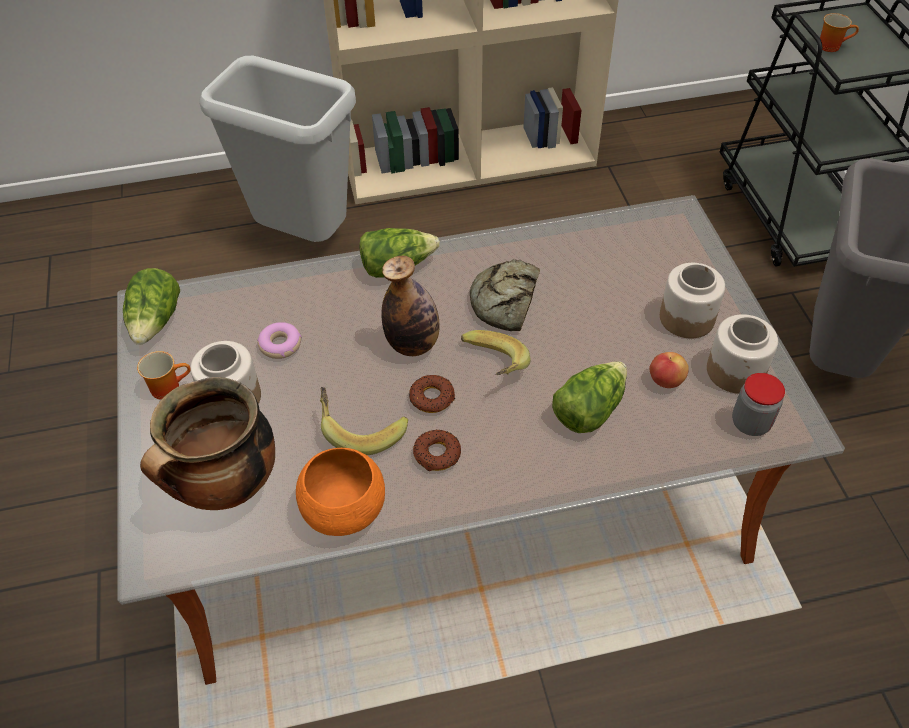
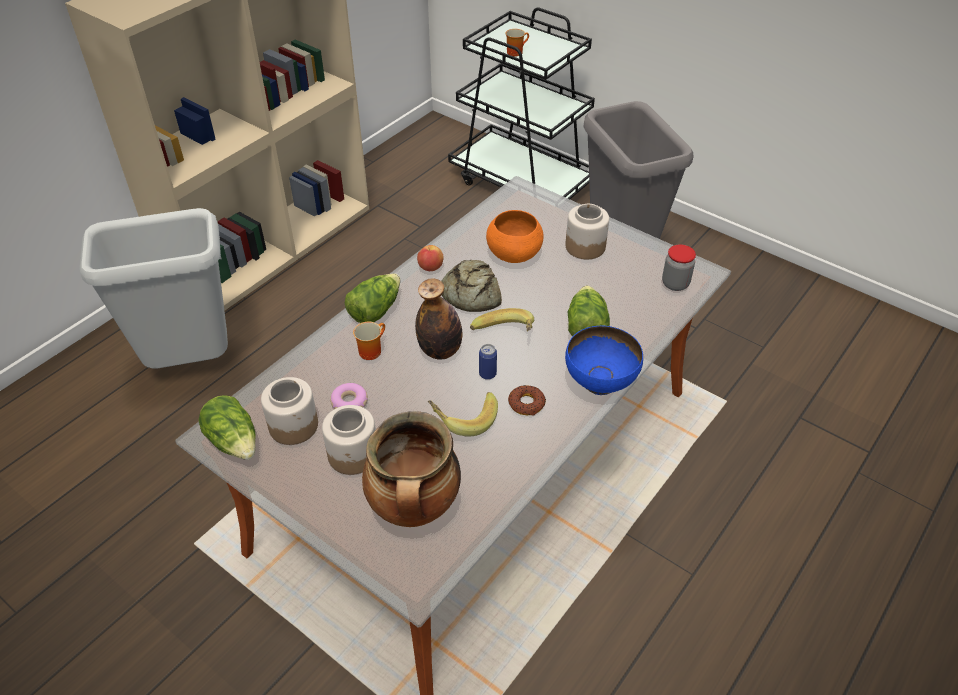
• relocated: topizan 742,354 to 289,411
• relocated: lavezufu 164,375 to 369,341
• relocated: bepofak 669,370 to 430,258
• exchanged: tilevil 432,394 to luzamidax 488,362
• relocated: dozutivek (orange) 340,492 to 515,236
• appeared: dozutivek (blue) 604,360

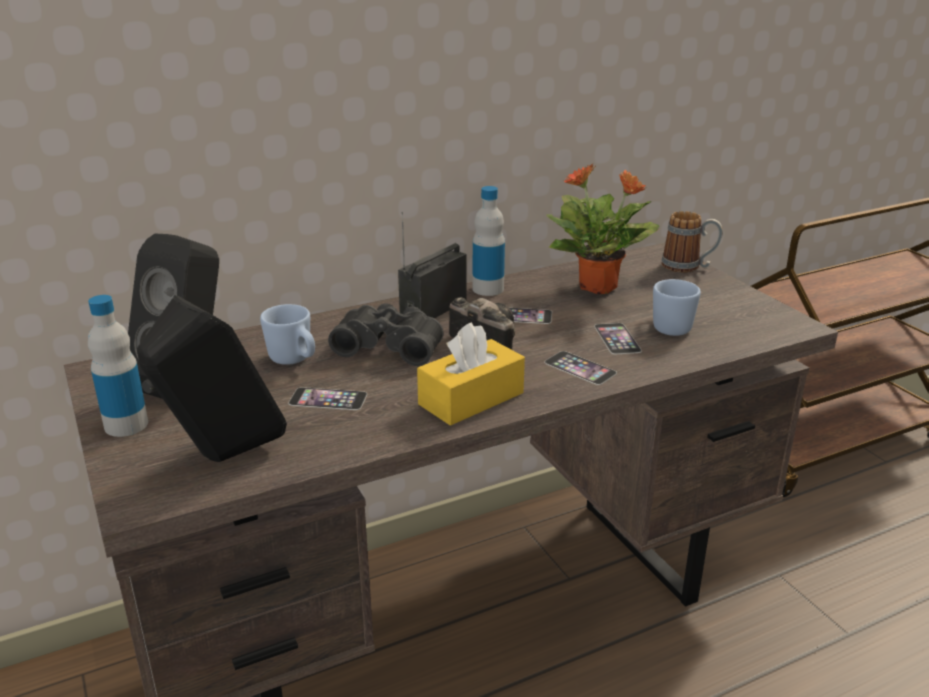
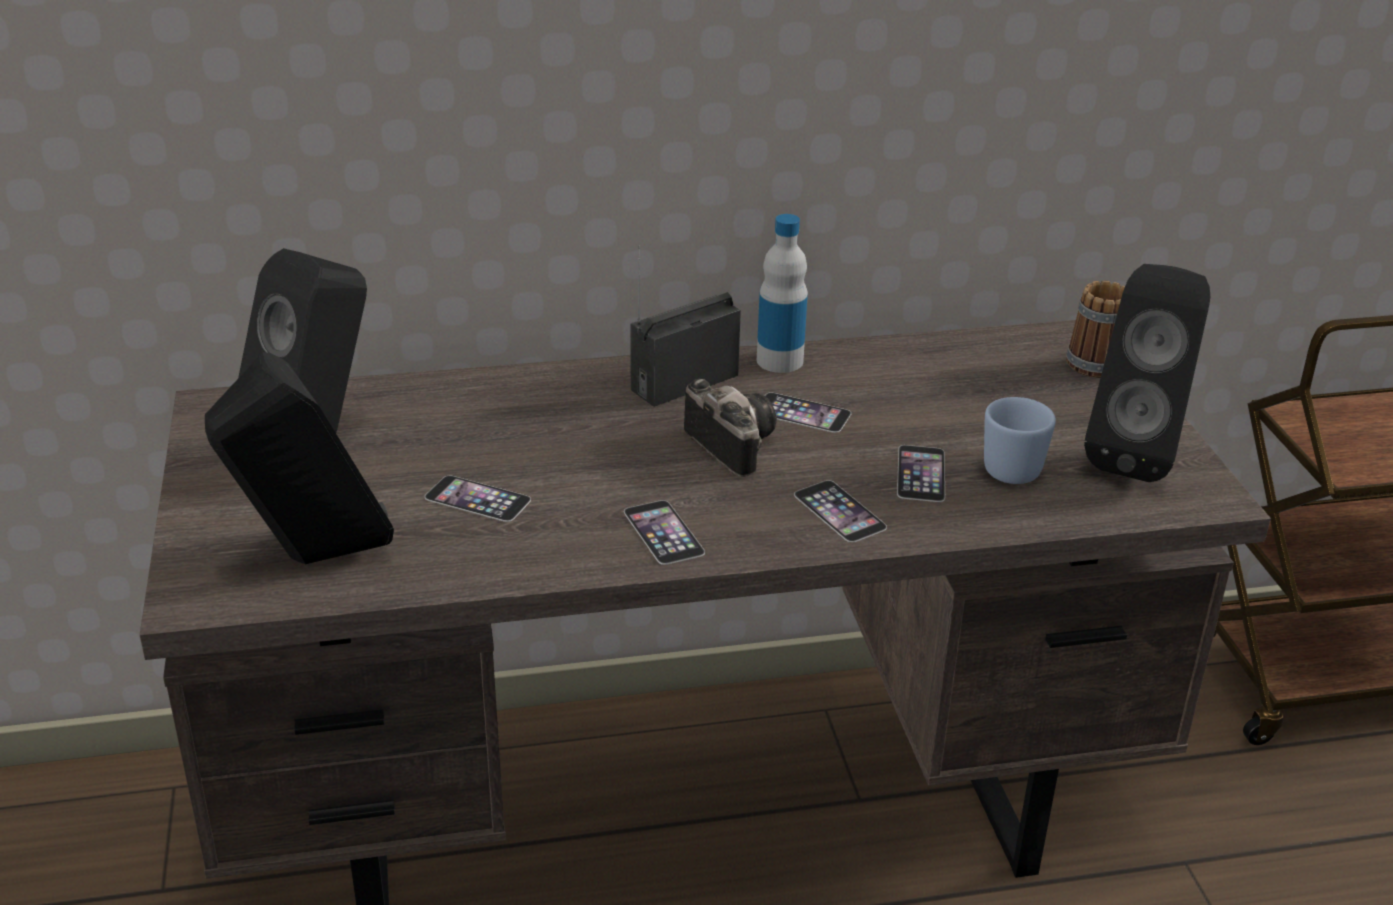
• missing: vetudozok 603,229
• missing: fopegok 118,366
• missing: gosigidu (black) 386,334
• missing: lavezufu (blue) 287,334
• exchanged: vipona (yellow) 471,374 to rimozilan 664,532
• appeared: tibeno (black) 1147,373

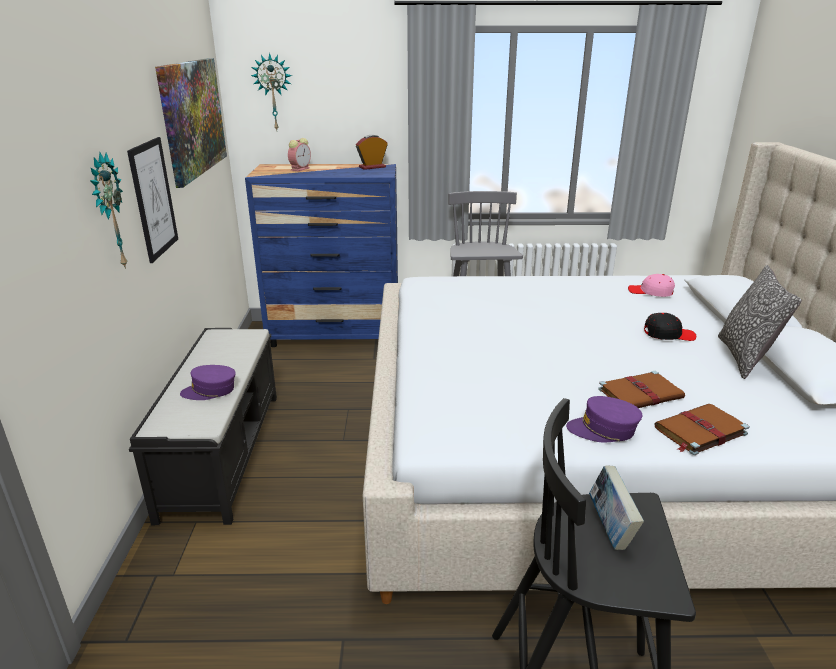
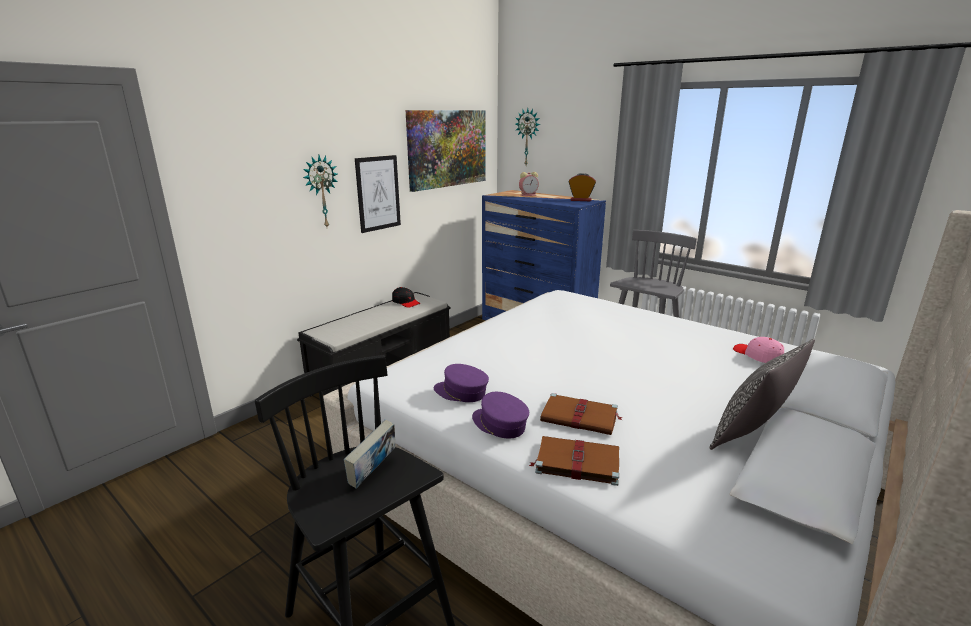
• relocated: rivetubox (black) 670,327 to 406,297
• relocated: rivetubox (purple) 208,382 to 461,383

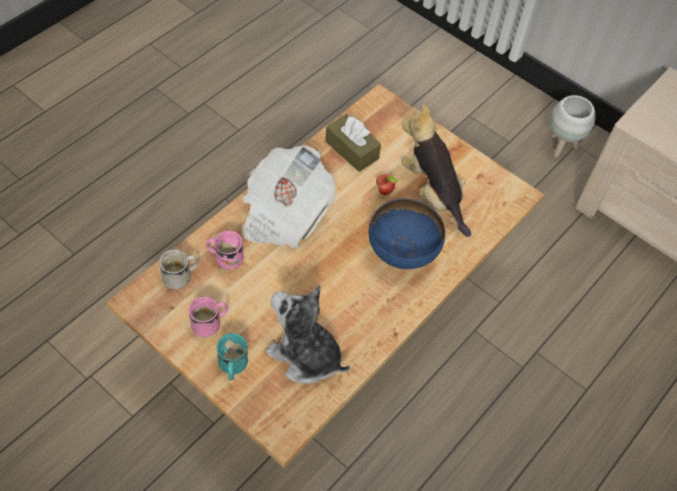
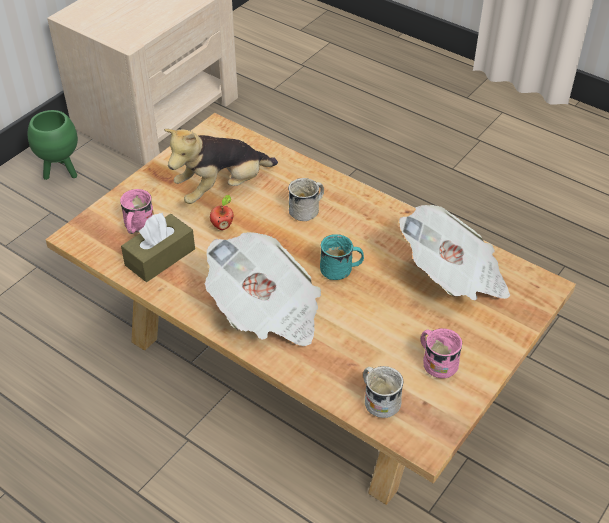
• colour: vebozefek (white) 572,126 to vebozefek (green) 53,145
• exchanged: dozutivek (blue) 407,234 to lavezufu (white) 306,199
• relocated: lavezufu (pink) 225,250 to 137,211
• exchanged: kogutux 308,334 to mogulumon 454,253
• relocated: lavezufu (turquoise) 232,356 to 342,257

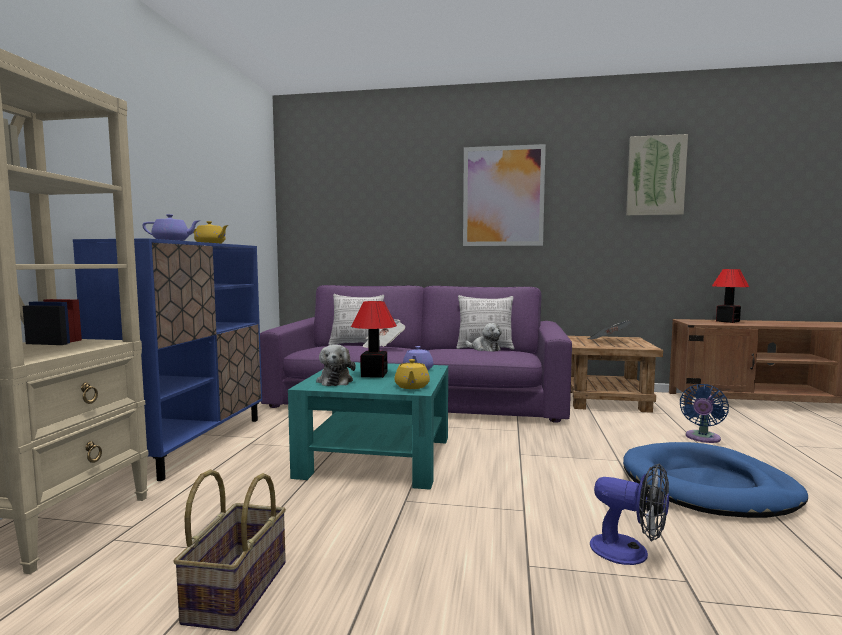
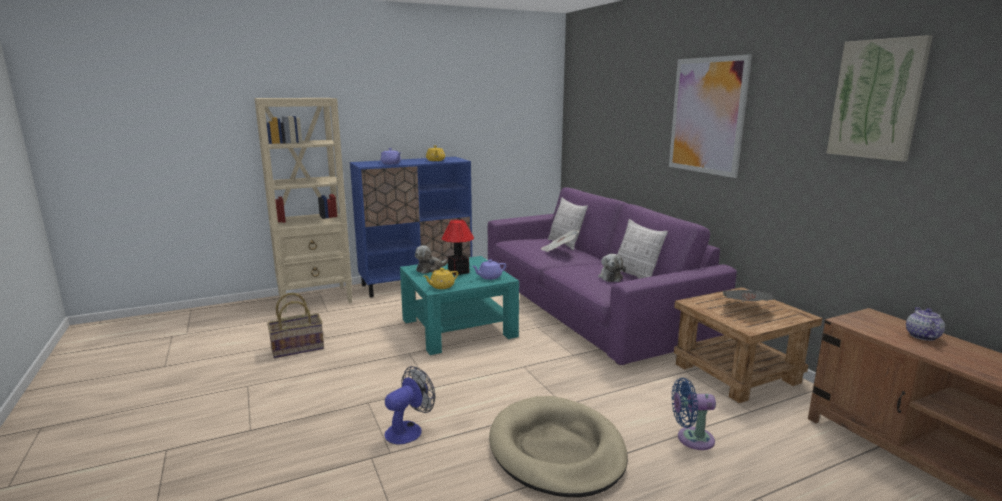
• exchanged: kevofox 730,296 to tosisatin 925,324
• colour: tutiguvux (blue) 715,480 to tutiguvux (beige) 558,446
• spun: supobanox 629,514 = 409,405 135 degrees counterclockwise

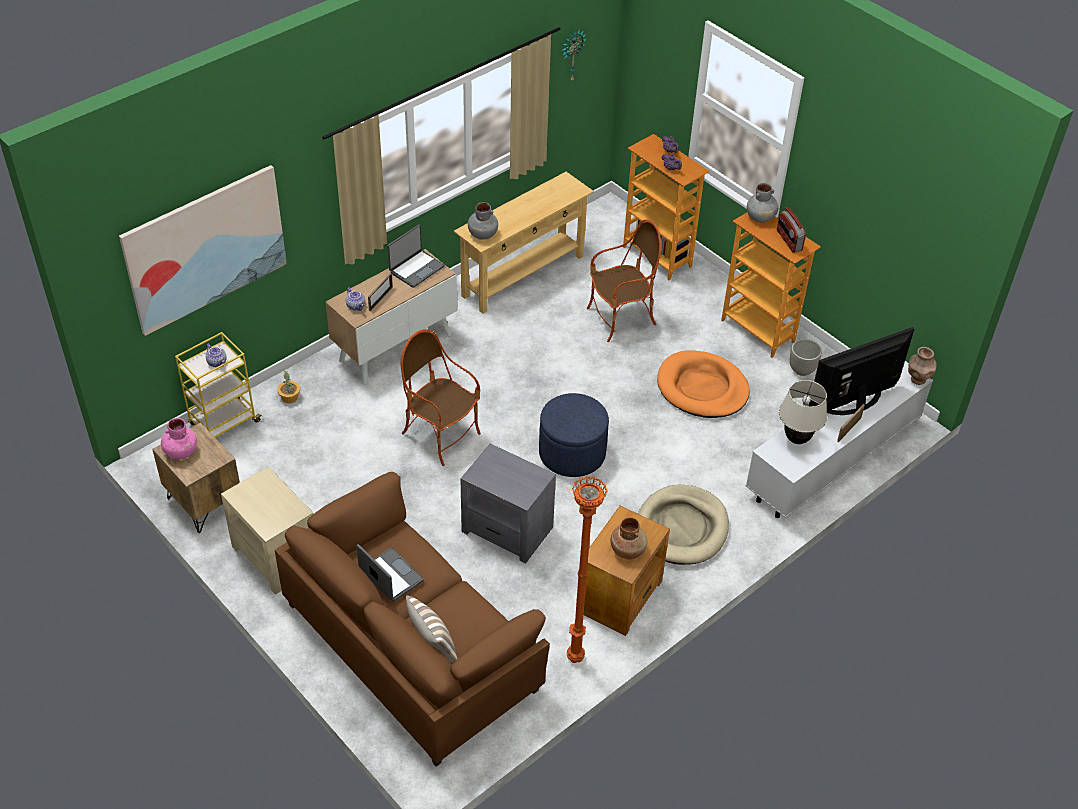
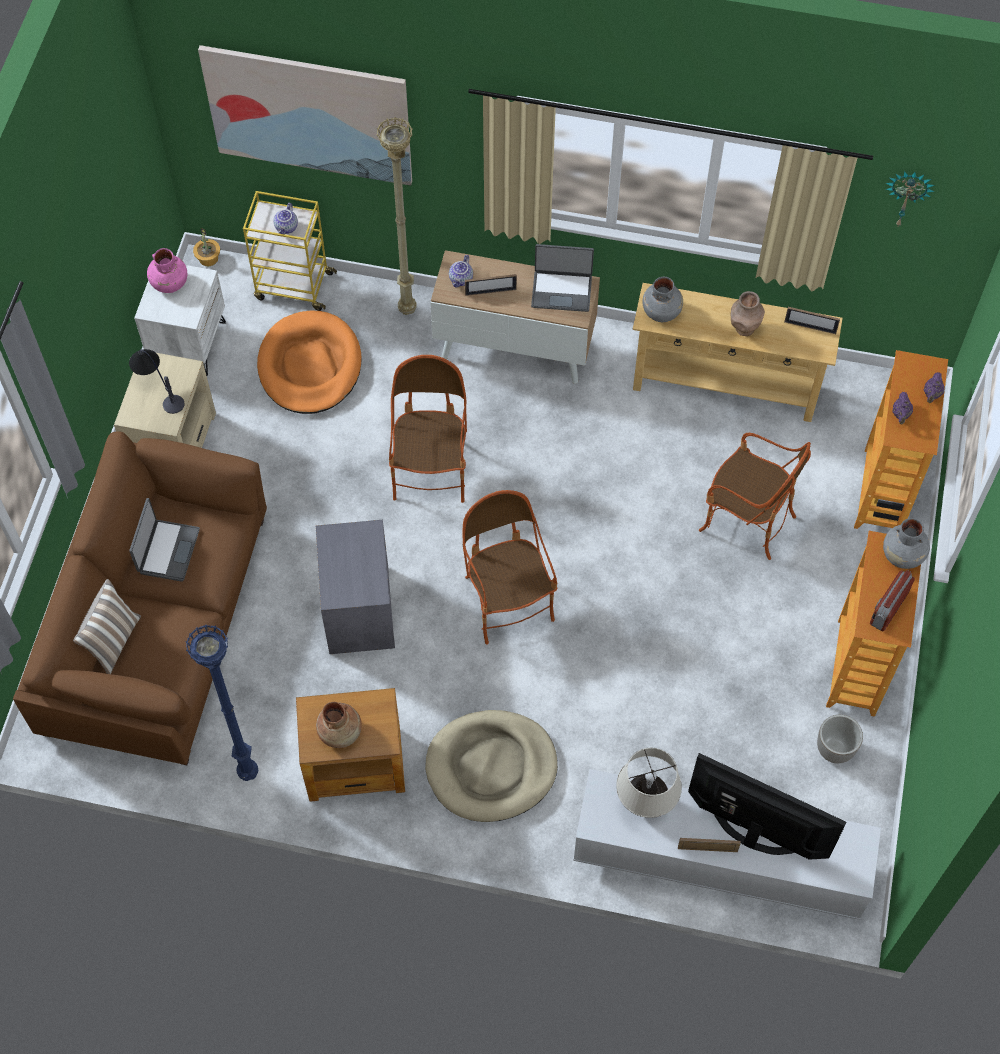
• relocated: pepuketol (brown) 922,366 to 748,313
• relocated: tutiguvux (orange) 703,384 to 309,362
• relocated: vetudozok 288,387 to 206,247
• exchanged: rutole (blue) 574,435 to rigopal 510,567
• colour: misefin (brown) 196,478 to misefin (white) 180,320
• colour: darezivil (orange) 587,569 to darezivil (blue) 222,703
• appeared: darezivil (beige) 397,216
• appeared: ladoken 812,320
• appeared: kevofox 157,381

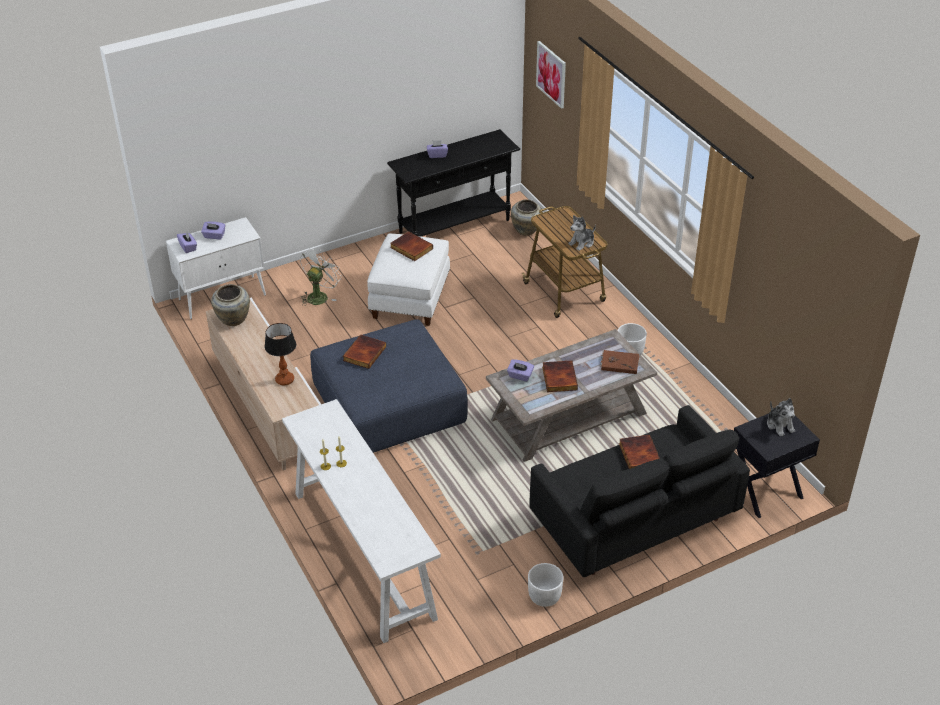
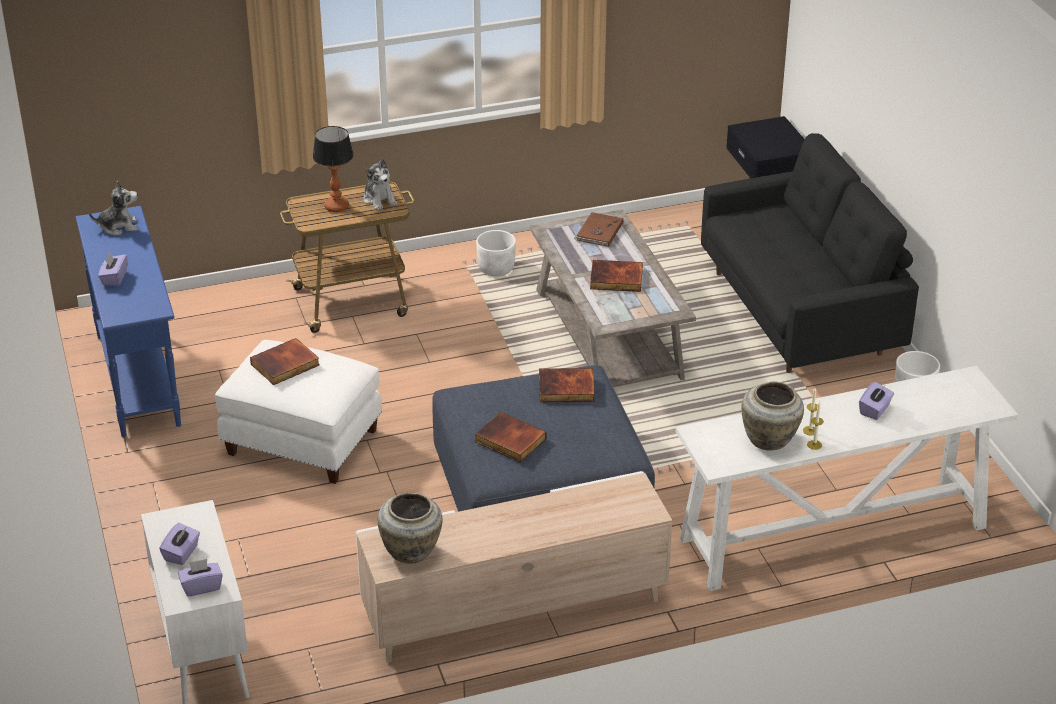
• missing: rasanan 551,75
• colour: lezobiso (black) 453,183 to lezobiso (blue) 128,321
• relocated: pepuketol (beige) 527,217 to 772,416
• missing: supobanox (white) 321,277
• relocated: kevofox 280,354 to 333,169
• relocated: vipona (purple) 520,370 to 876,401
• relocated: kogutux 781,417 to 113,208
• relocated: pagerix 639,452 to 567,385

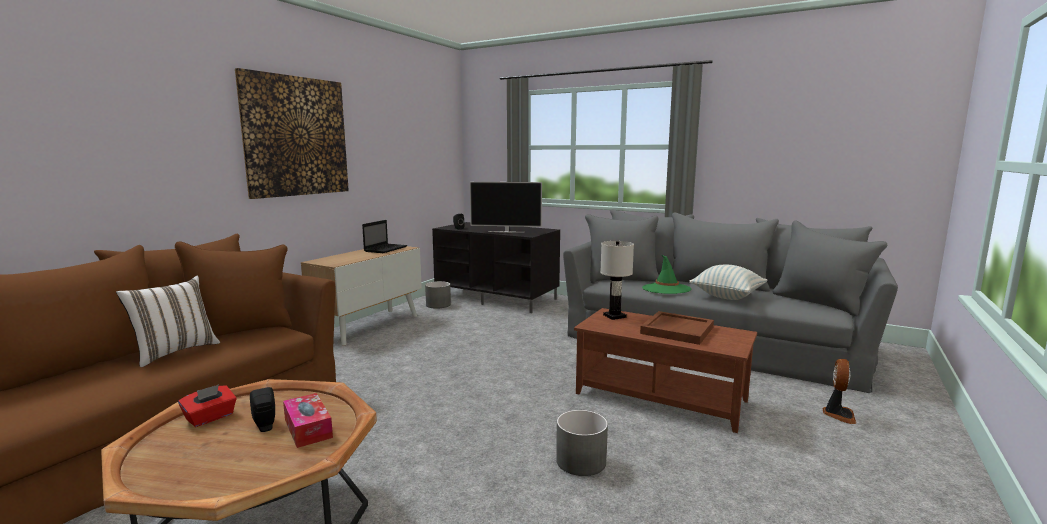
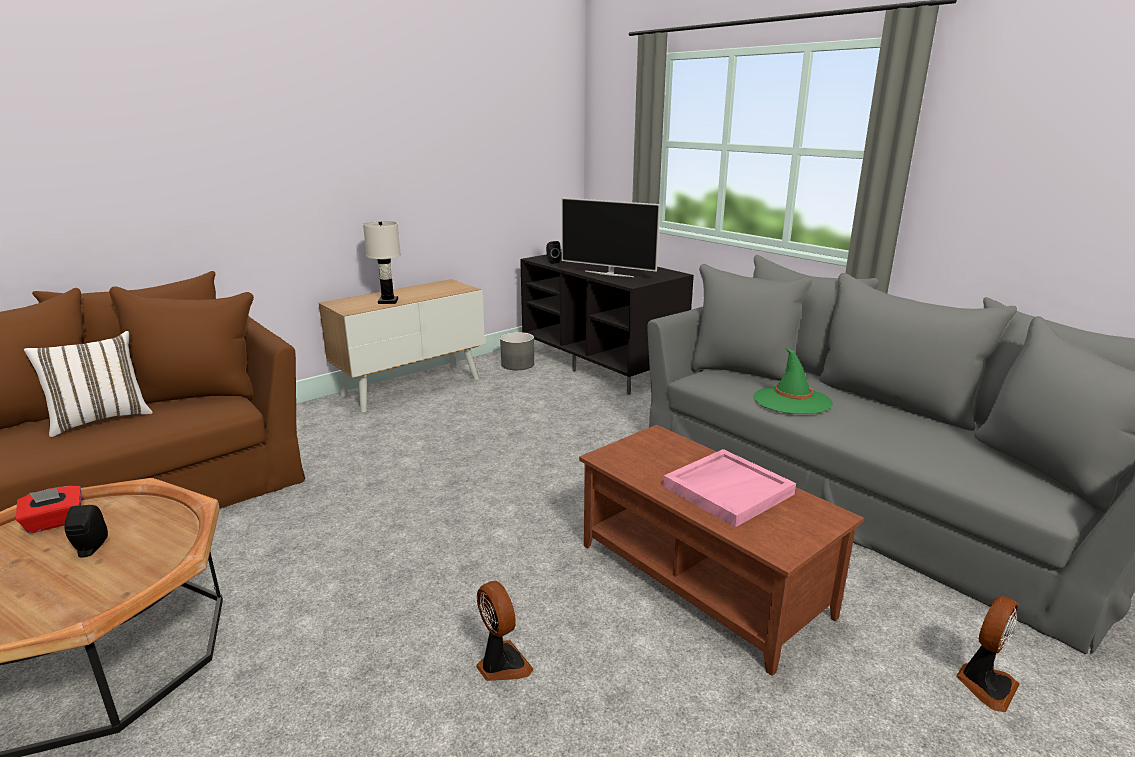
• missing: rasanan 292,133
• missing: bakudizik 384,236
• relocated: kevofox (white) 617,280 to 382,262
• missing: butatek 728,282
• colour: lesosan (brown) 677,328 to lesosan (pink) 729,488
• missing: vipona 308,420
• exchanged: vebozefek (grey) 582,443 to supobanox 504,631

